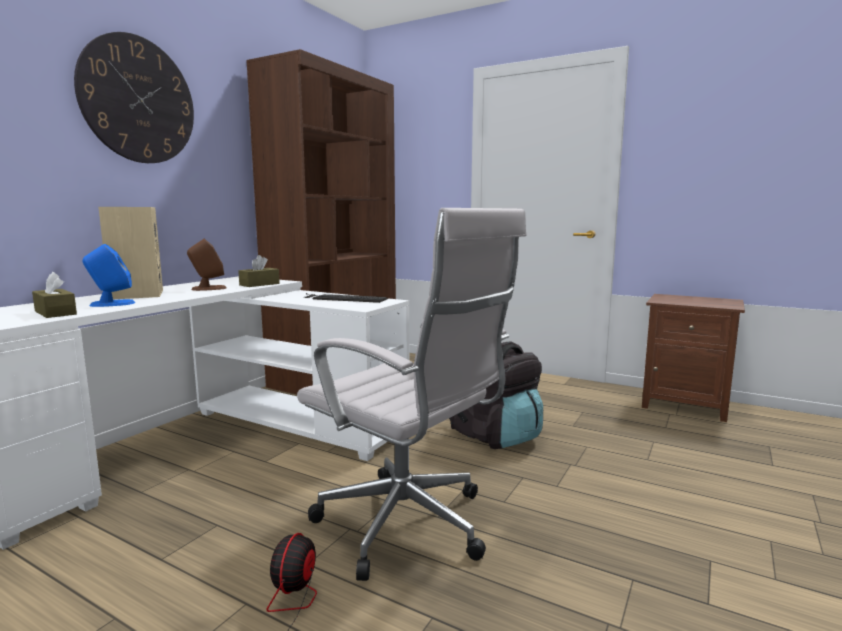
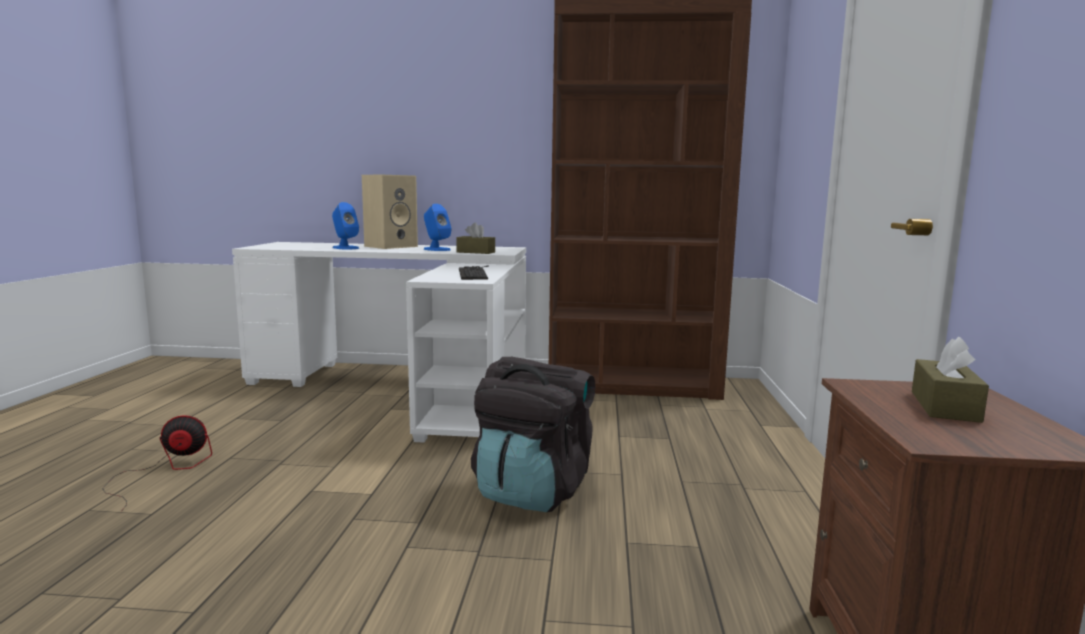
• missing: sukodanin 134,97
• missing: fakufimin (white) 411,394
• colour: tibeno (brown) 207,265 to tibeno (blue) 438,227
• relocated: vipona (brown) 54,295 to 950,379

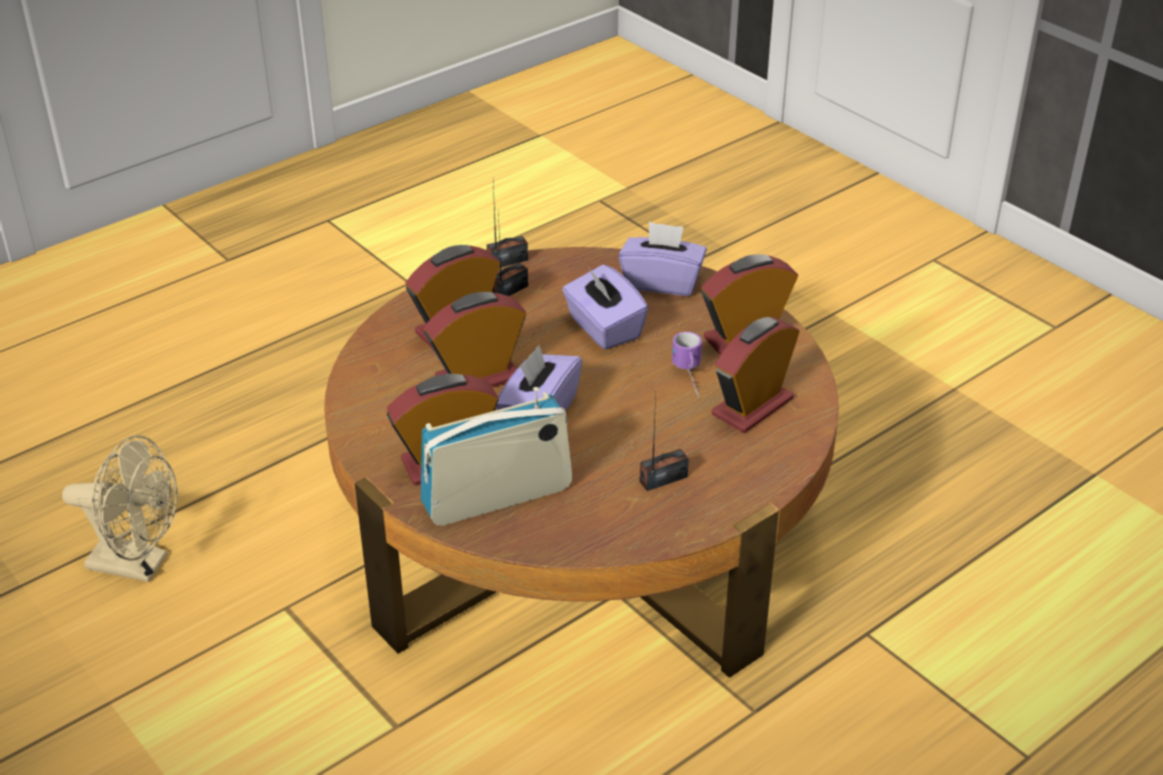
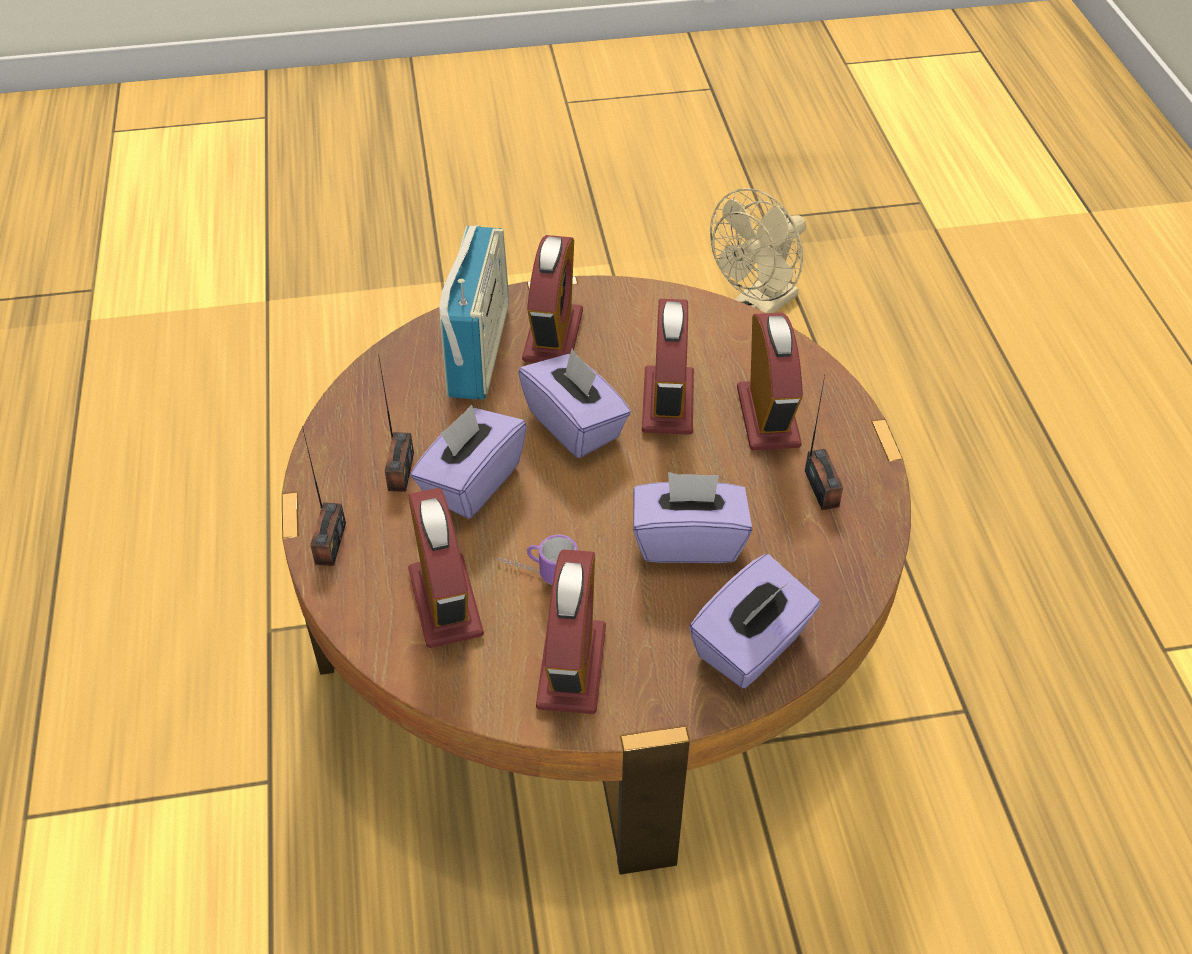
• relocated: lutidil 507,225 to 324,496
• appeared: vipona (purple) 469,461

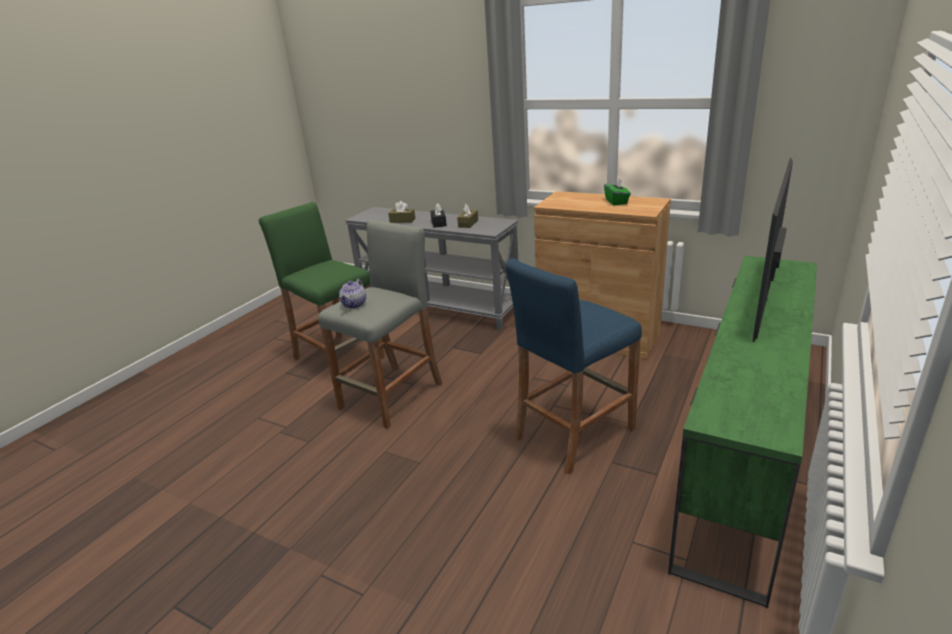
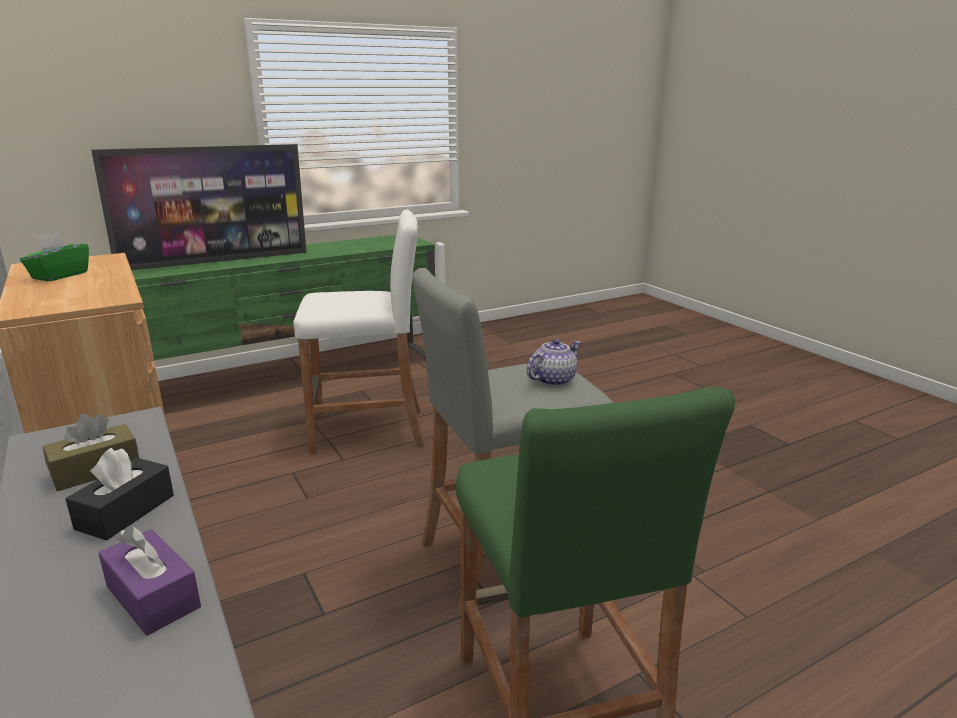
• colour: vipona (brown) 401,212 to vipona (purple) 149,581
• colour: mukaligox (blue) 574,366 to mukaligox (white) 358,332

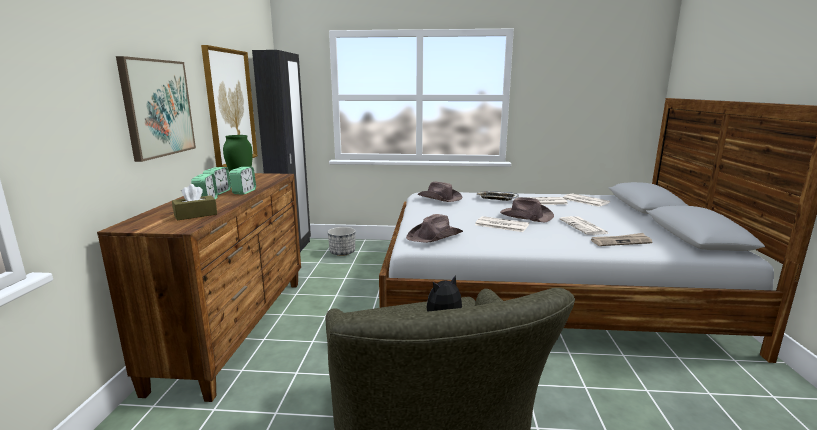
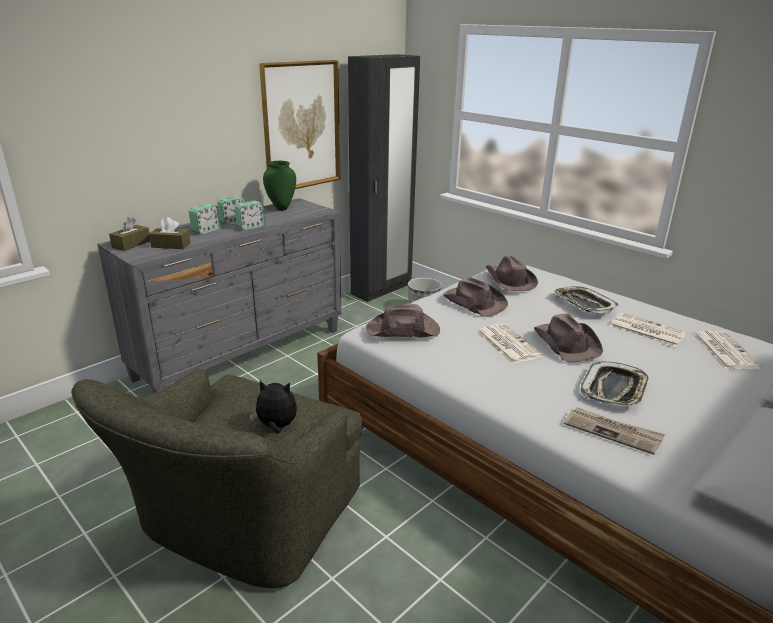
• missing: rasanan 156,109
• colour: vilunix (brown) 199,287 to vilunix (grey) 219,296
• exchanged: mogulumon 584,225 to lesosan 615,383
• appeared: vipona (brown) 129,234
• appeared: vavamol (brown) 475,297

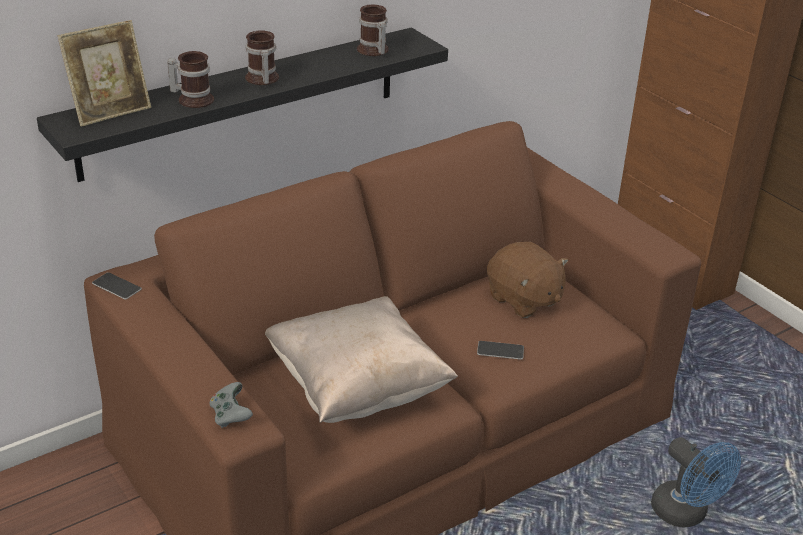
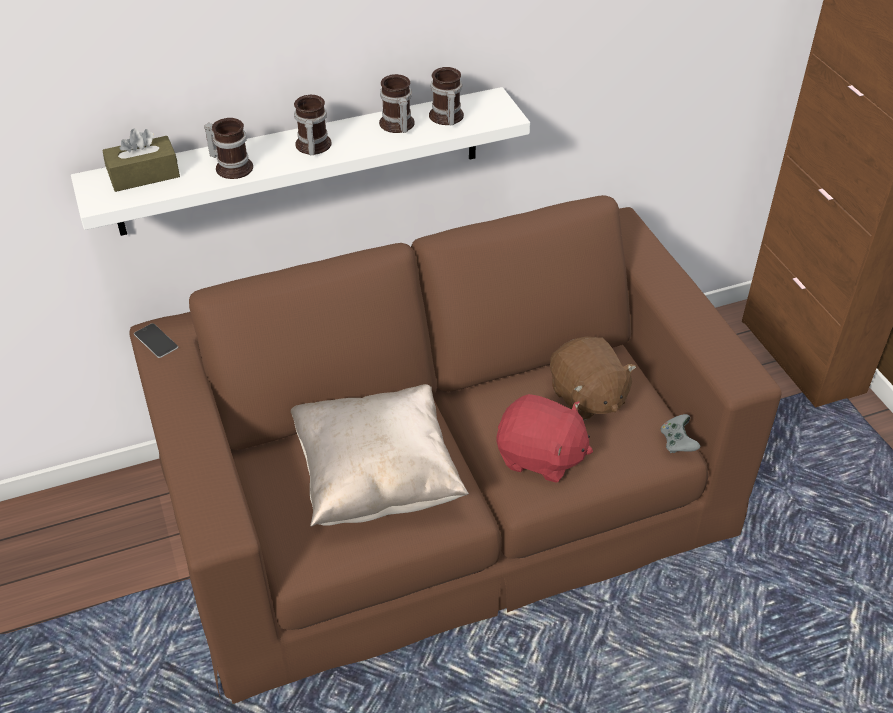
• exchanged: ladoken 104,73 to vipona (brown) 141,160
• colour: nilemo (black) 242,104 to nilemo (white) 300,161
• exchanged: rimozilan 500,350 to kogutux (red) 545,438
• relocated: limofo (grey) 231,405 to 680,433
• missing: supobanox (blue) 696,482
• appeared: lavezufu 397,103

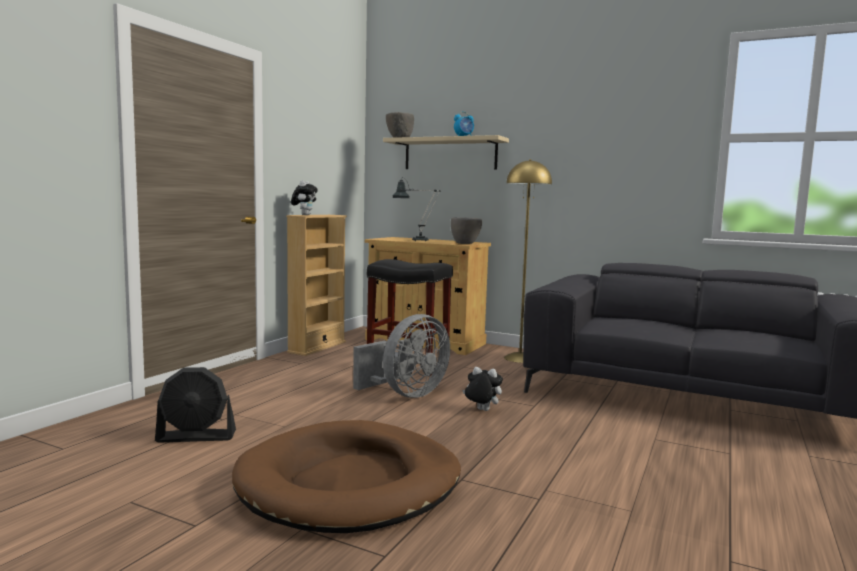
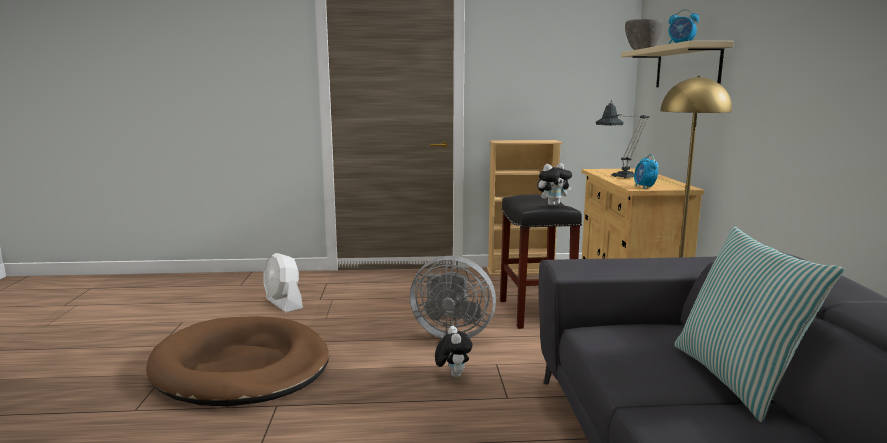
• relocated: kogutux 304,197 to 554,184
• exchanged: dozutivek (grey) 466,230 to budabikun 646,171
• colour: supobanox (black) 195,405 to supobanox (white) 283,283
• appeared: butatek 759,324

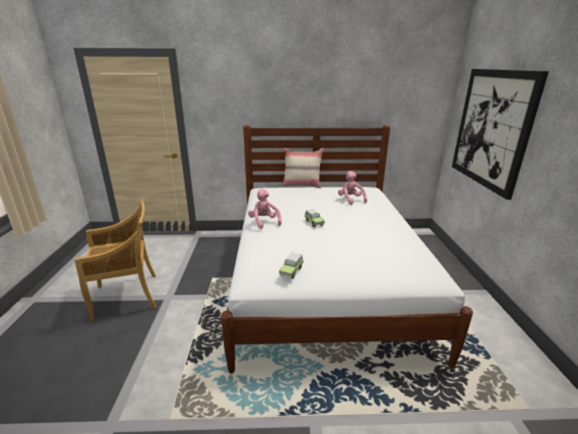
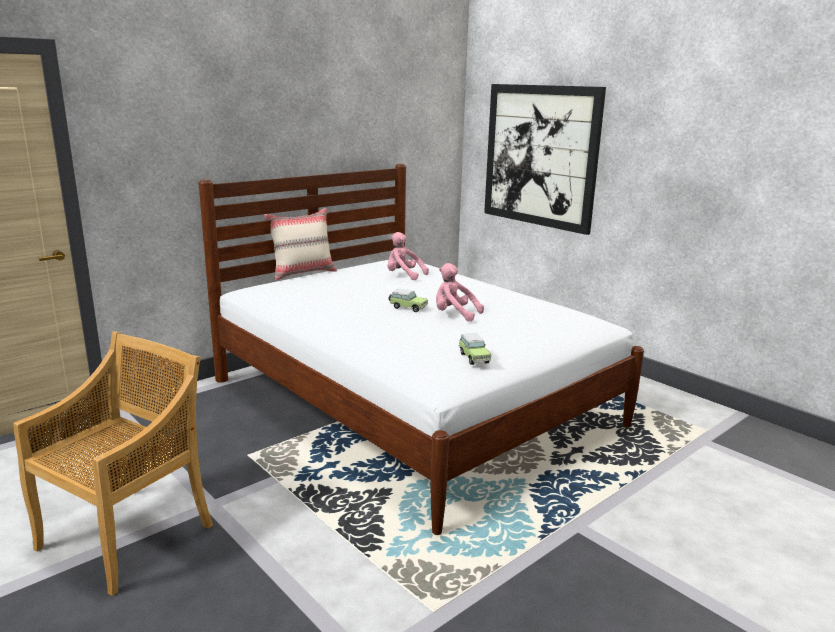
• relocated: kogutux (pink) 264,209 to 460,292

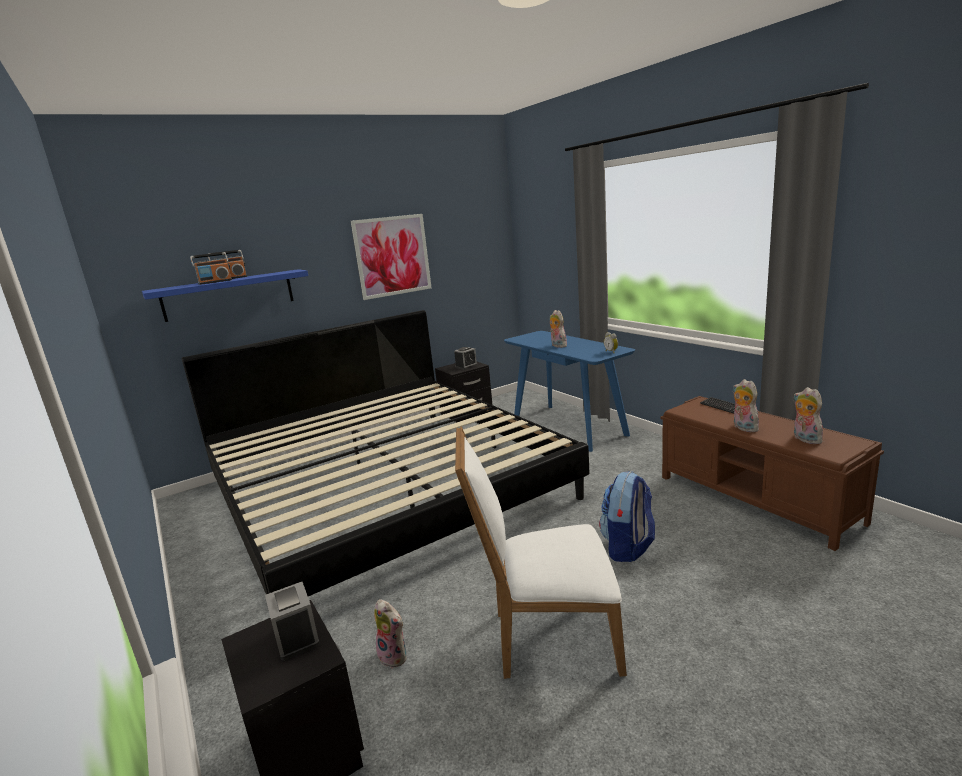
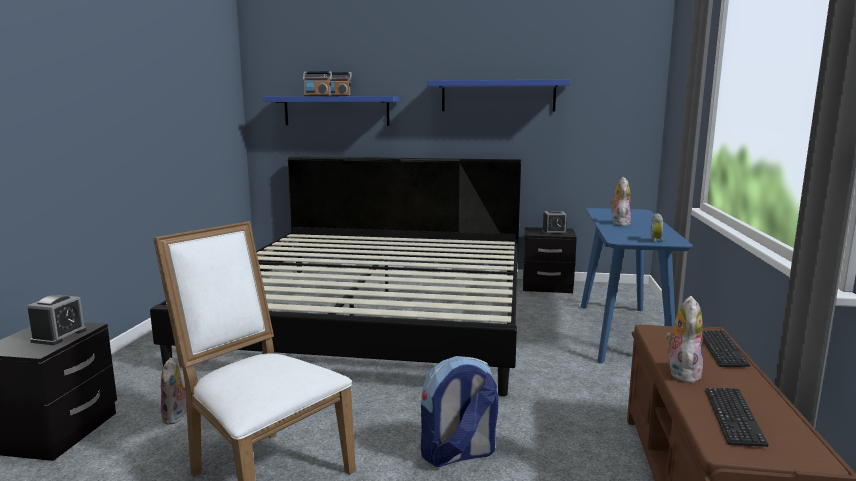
• exchanged: rasanan 391,257 to nilemo (blue) 498,95
• exchanged: kogutux 808,415 to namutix 737,417

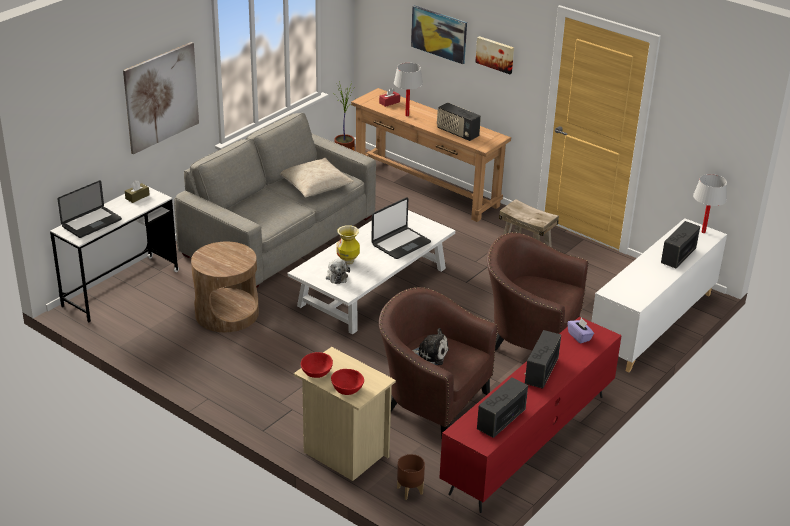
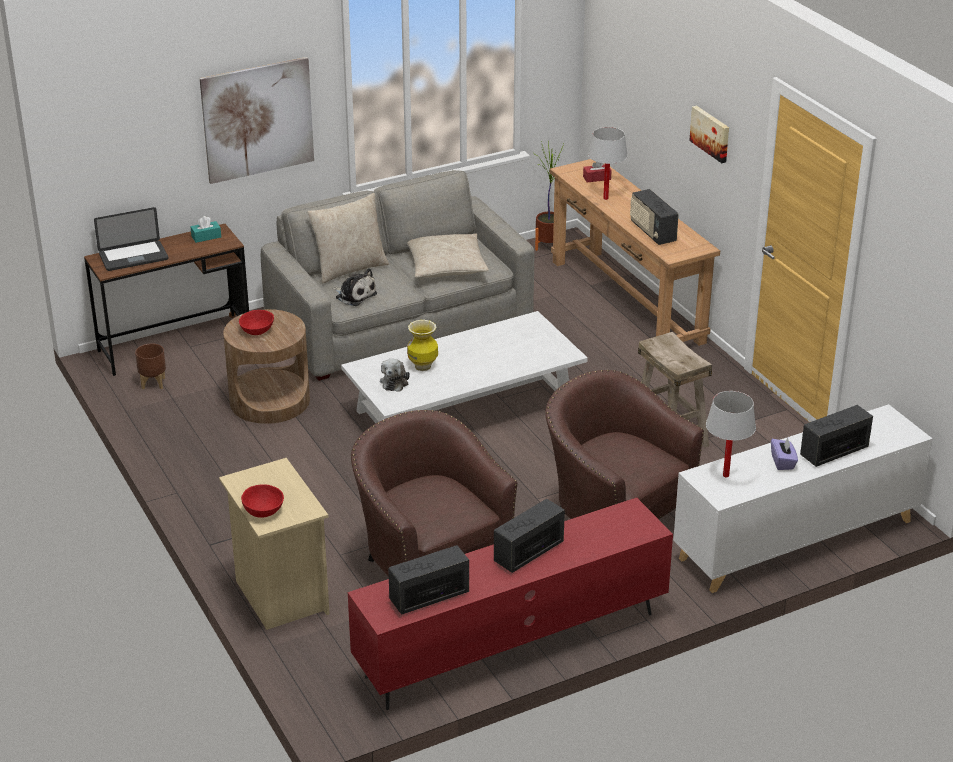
• missing: rasanan 439,34
• relocated: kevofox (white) 710,203 to 731,434
• colour: vipona (brown) 137,191 to vipona (turquoise) 206,229
• colour: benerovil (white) 114,254 to benerovil (brown) 166,300
• missing: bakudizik 401,228
• relocated: vipona (purple) 580,331 to 784,454
• relocated: kogutux 430,346 to 354,287
• relocated: dozutivek (red) 317,365 to 256,322
• relocated: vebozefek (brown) 411,477 to 150,366
• appeared: butatek (beige) 348,238

